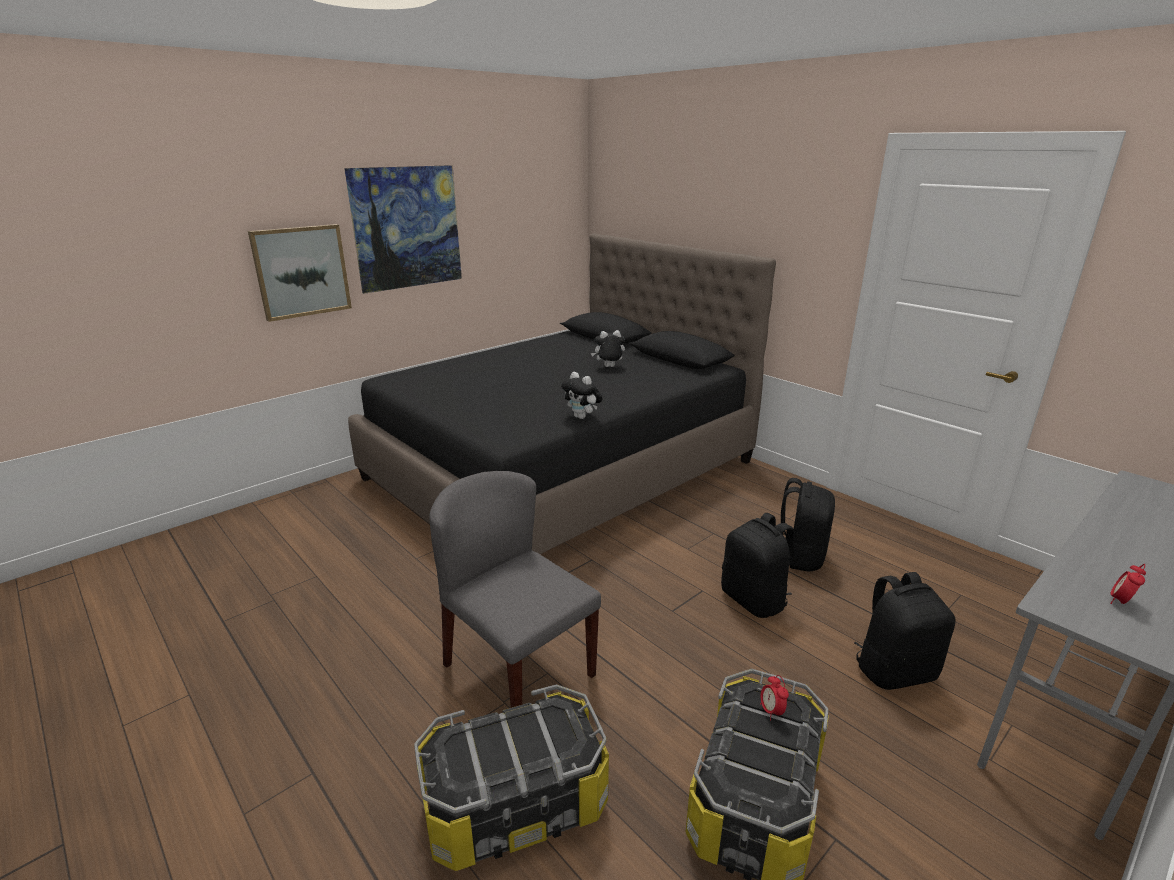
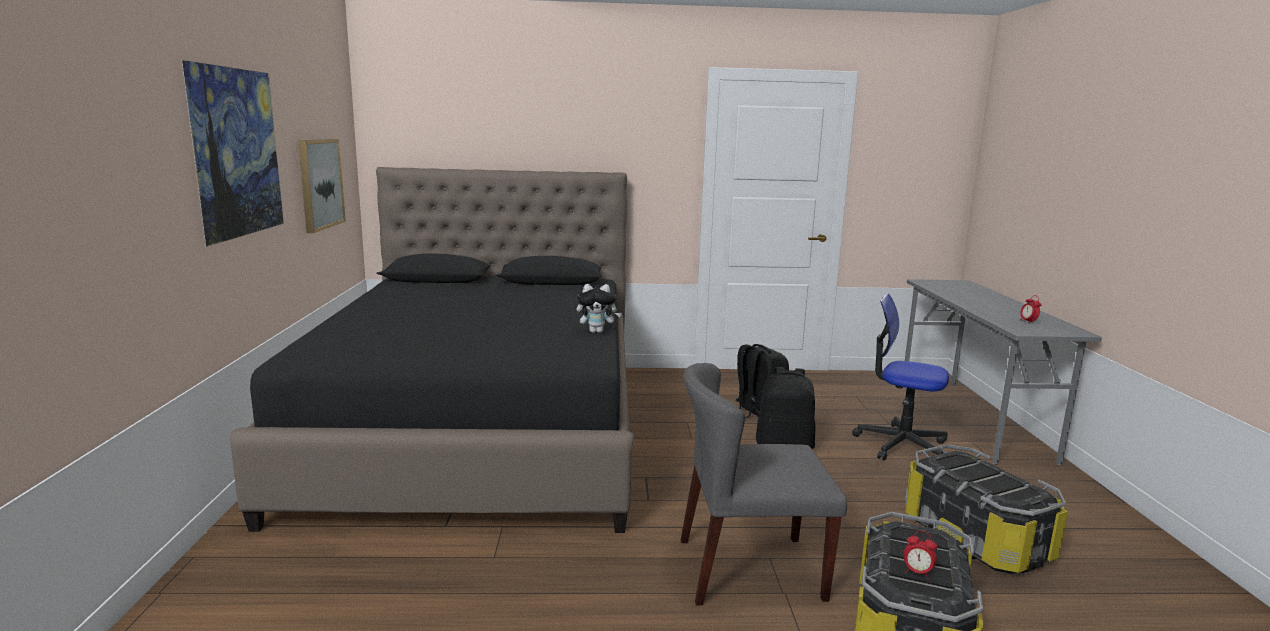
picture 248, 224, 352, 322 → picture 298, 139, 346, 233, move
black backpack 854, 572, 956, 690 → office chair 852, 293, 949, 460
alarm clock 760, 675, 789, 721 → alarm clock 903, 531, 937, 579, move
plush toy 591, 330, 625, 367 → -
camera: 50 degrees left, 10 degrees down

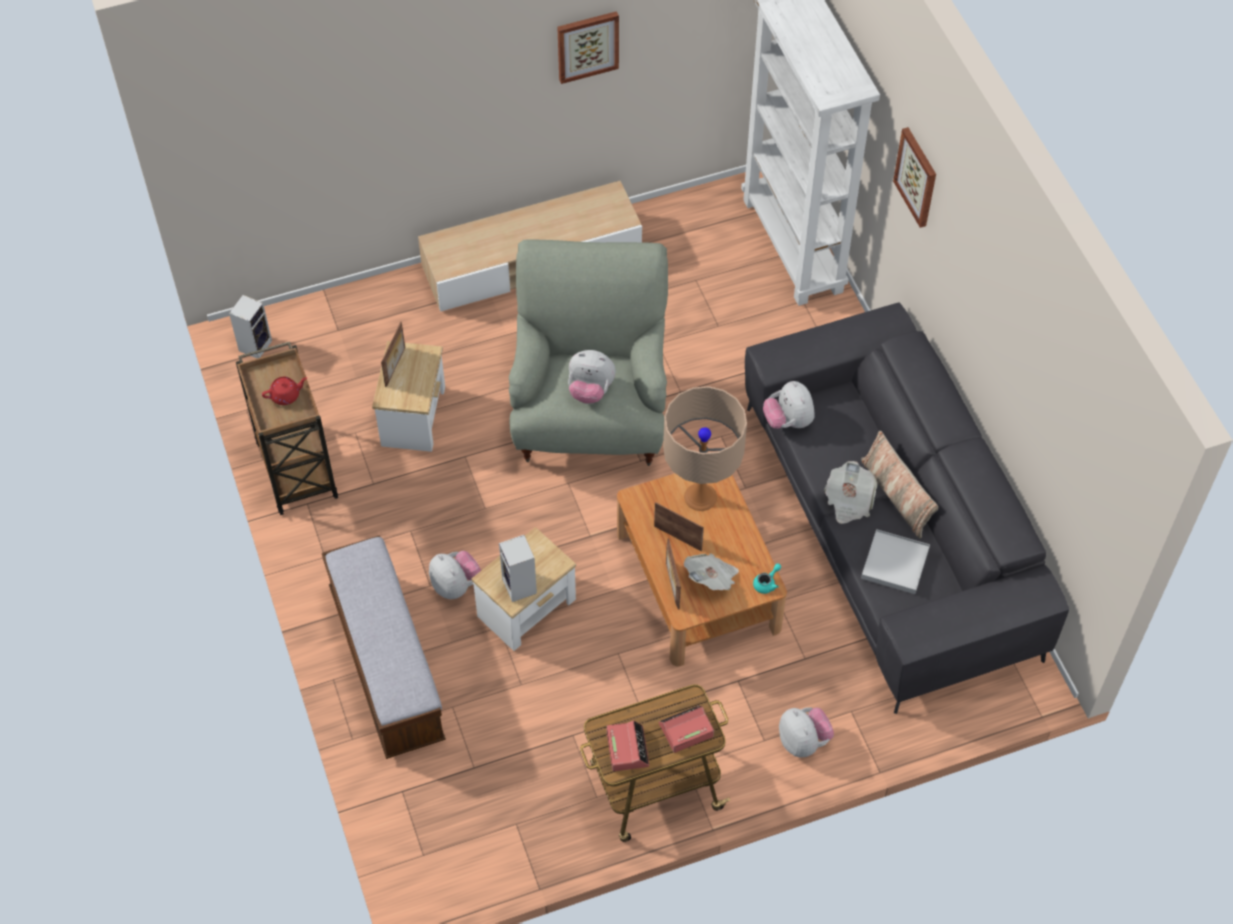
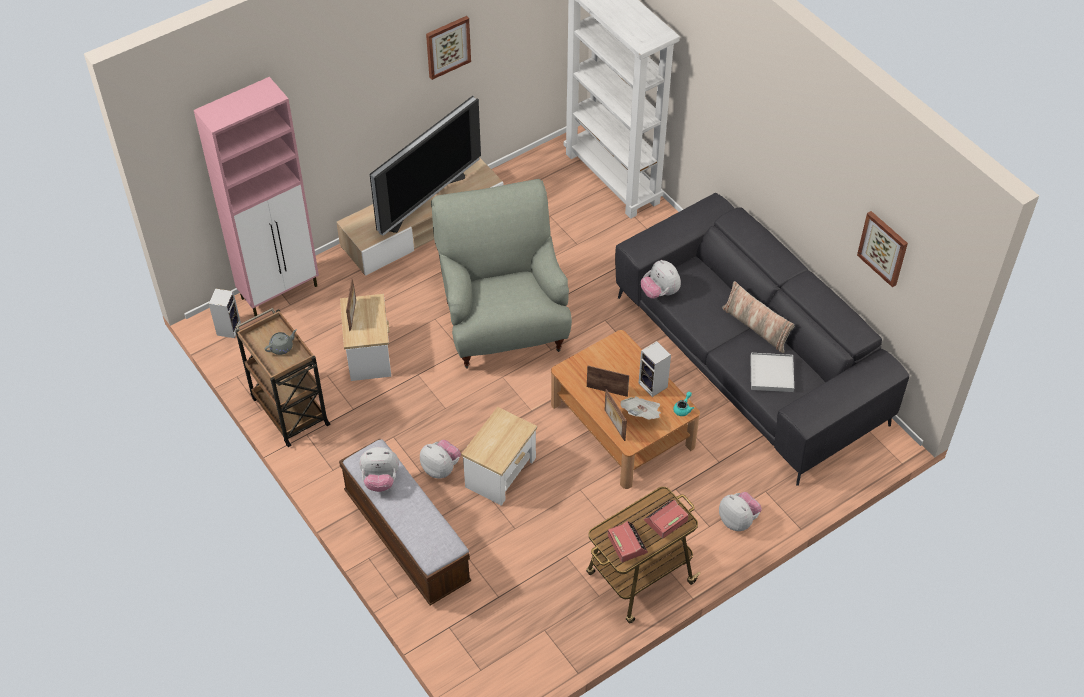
- → pink cabinet 194, 77, 319, 316
red teapot 262, 377, 307, 405 → grey teapot 265, 329, 297, 355
plush toy 568, 350, 616, 404 → plush toy 359, 447, 399, 492, move
- → television 370, 96, 481, 236
speaker 499, 535, 537, 602 → speaker 639, 341, 671, 397, move
picture 893, 127, 936, 228 → picture 857, 211, 908, 287, move
beige table lamp 663, 386, 747, 511 → -
newspaper 824, 461, 877, 524 → -
camera: 15 degrees left, 5 degrees down

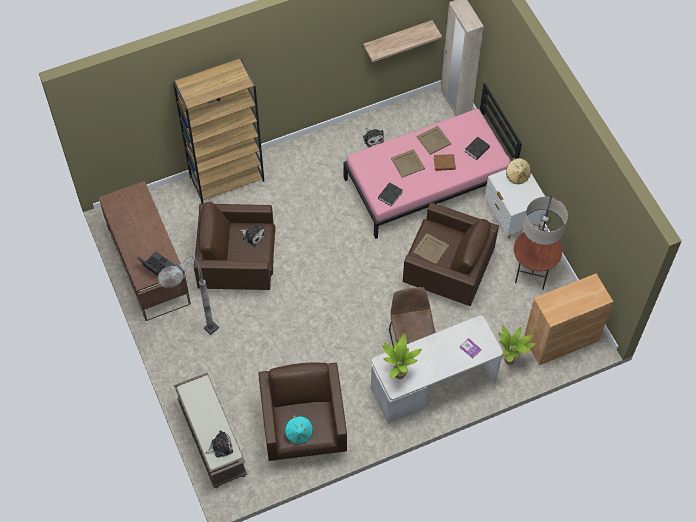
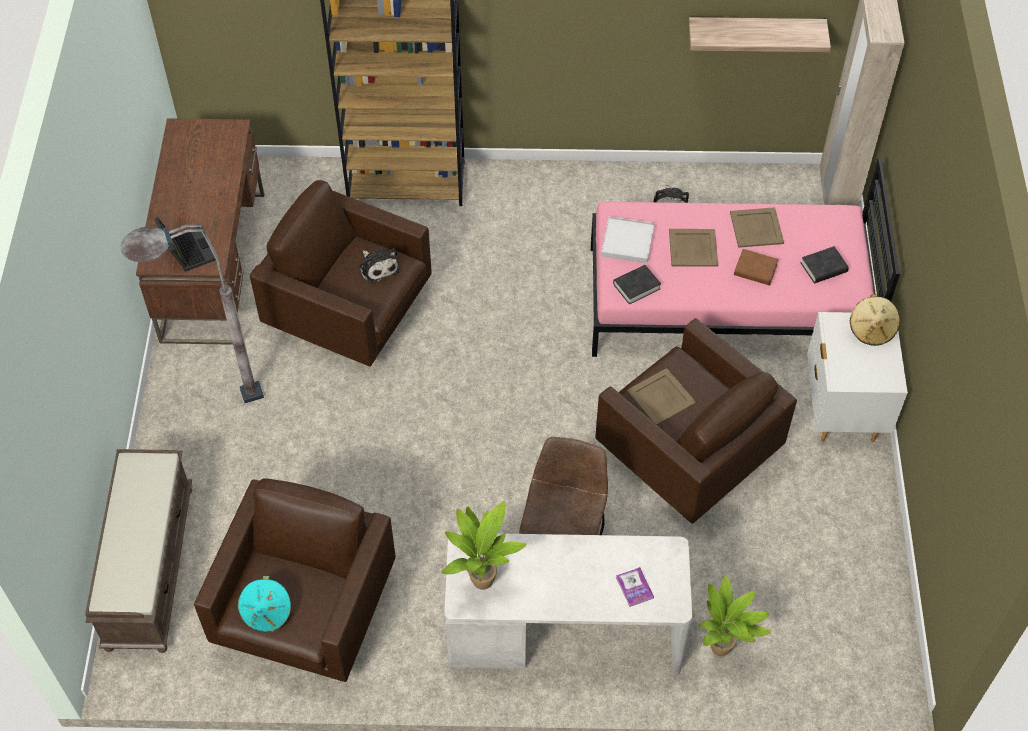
- → white tray 601, 216, 655, 263
plush toy 205, 430, 233, 458 → -
floor lamp 514, 195, 568, 290 → -
brown cabinet 524, 274, 613, 365 → -
camera: 25 degrees right, 5 degrees down

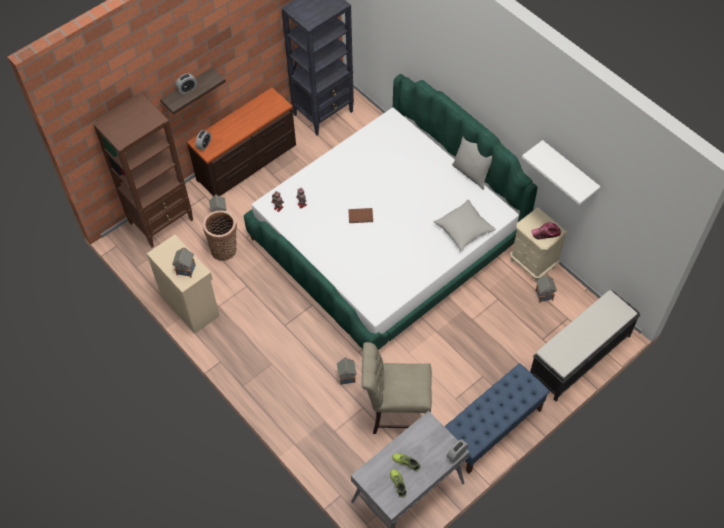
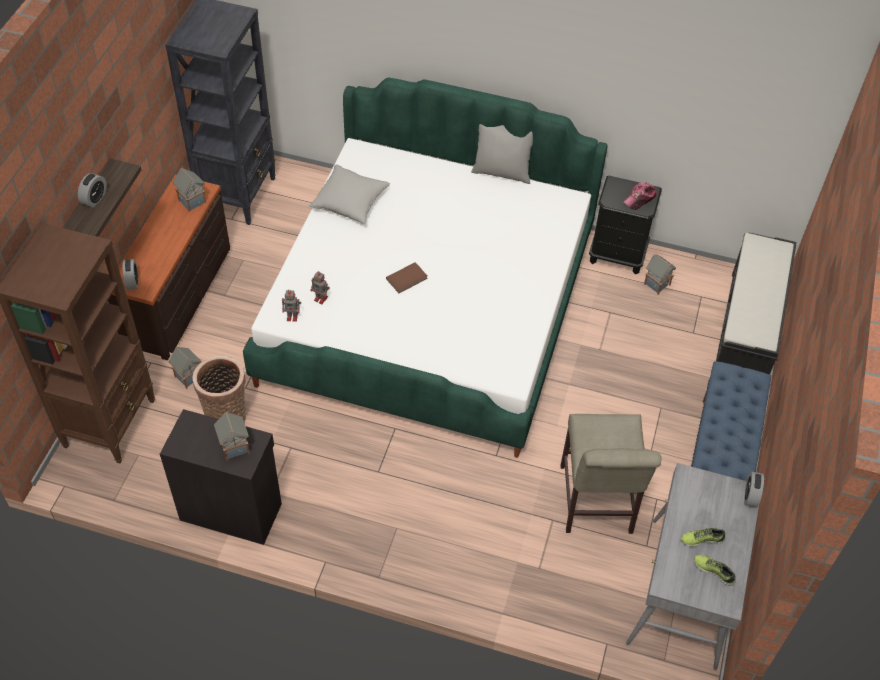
beige cabinet 146, 235, 220, 334 → black cabinet 160, 409, 282, 545
toy house 337, 357, 356, 385 → toy house 173, 167, 206, 212, move
grey pillow 434, 199, 496, 251 → grey pillow 309, 164, 390, 224, move
beige chair 362, 342, 432, 434 → beige chair 560, 414, 661, 534, 60 degrees counterclockwise
beige nightstand 510, 208, 568, 282 → black nightstand 589, 175, 662, 274
white shelf 522, 140, 601, 205 → -
camera: 35 degrees left, 5 degrees down

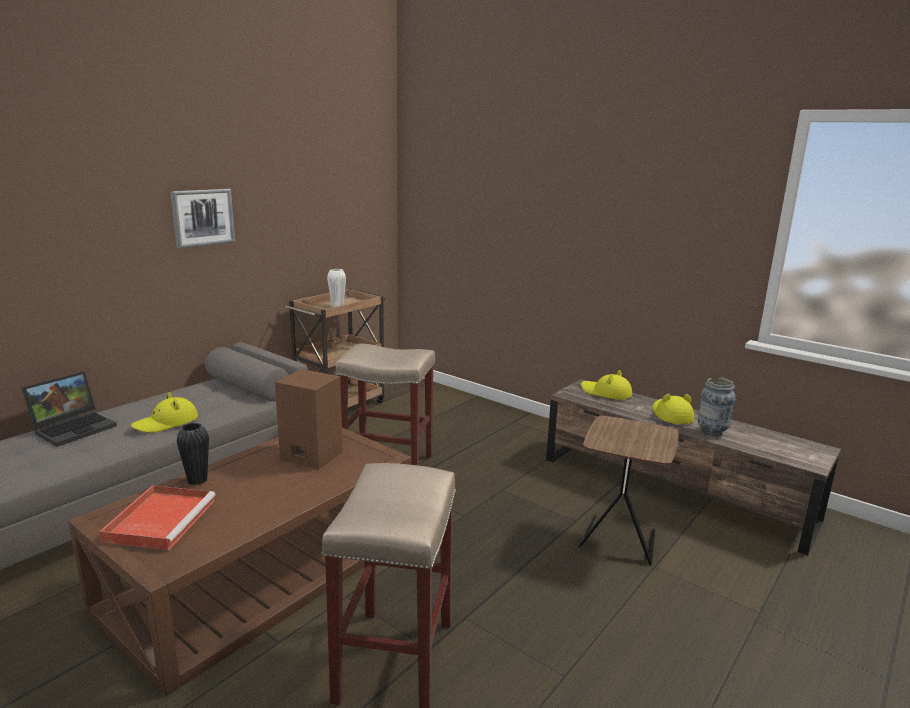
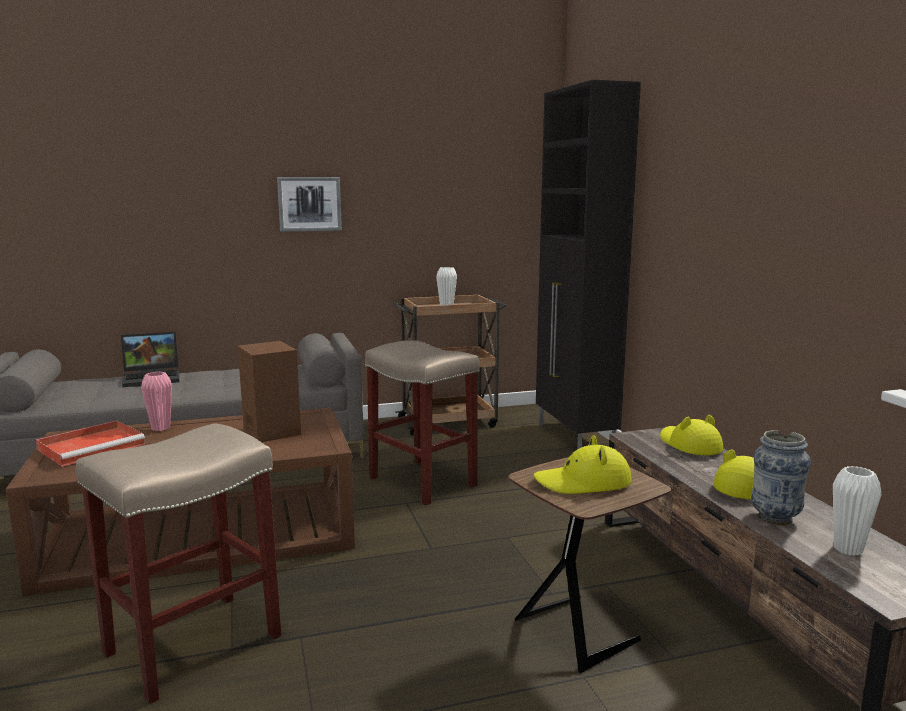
black vase 177, 423, 209, 485 → pink vase 141, 372, 172, 431
yellow hat 131, 392, 198, 433 → yellow hat 534, 435, 632, 494, move
- → black cabinet 536, 80, 641, 450
- → white vase 833, 466, 881, 556
camera: 35 degrees right, 5 degrees down

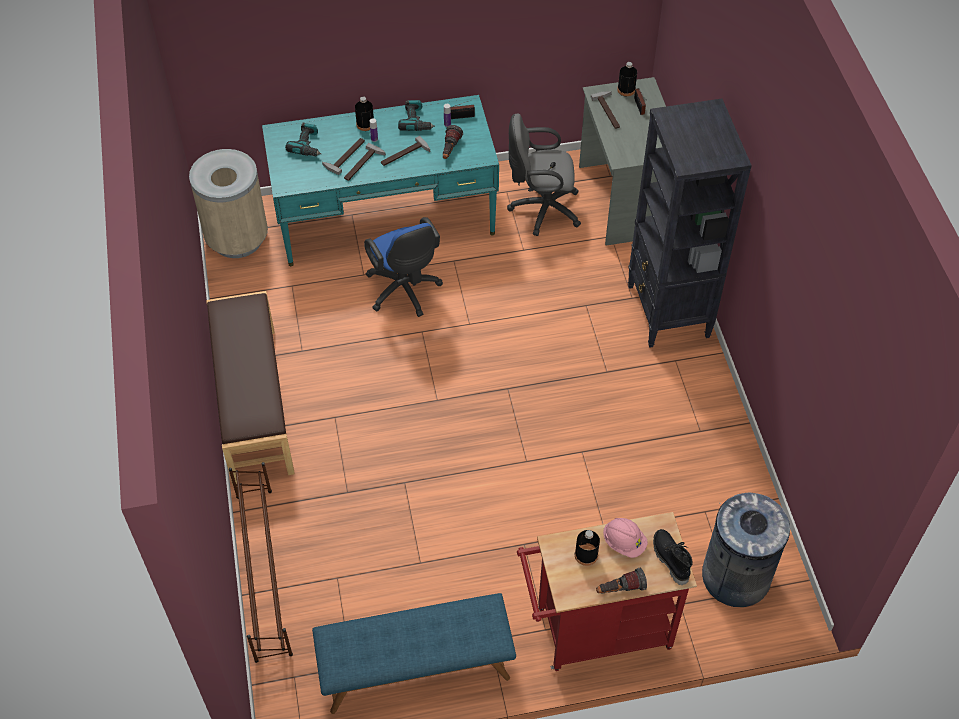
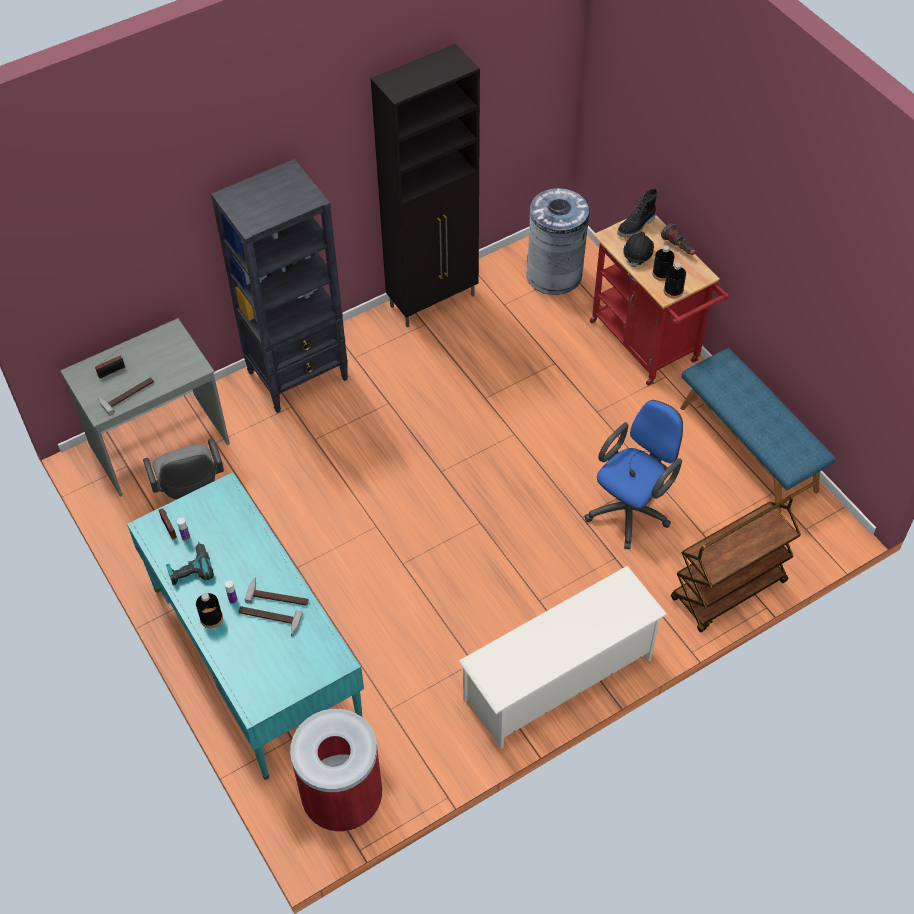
beige trash can 189, 149, 268, 258 → red trash can 290, 709, 382, 832
- → black cabinet 371, 44, 480, 328
brown bench 206, 291, 295, 484 → white shoe rack 459, 566, 667, 749
blue office chair 364, 217, 443, 317 → blue office chair 585, 400, 683, 549, move
pink hard hat 603, 518, 648, 558 → black hard hat 623, 232, 654, 267
black bottle 617, 62, 637, 96 → black bottle 664, 263, 686, 299, move
brown shoe rack 229, 462, 293, 663 → brown cart 671, 497, 801, 632
power drill 285, 123, 322, 156 → -
hammer 381, 136, 430, 166 → -
flashlight 443, 125, 463, 159 → -
camera: 110 degrees left, 0 degrees up

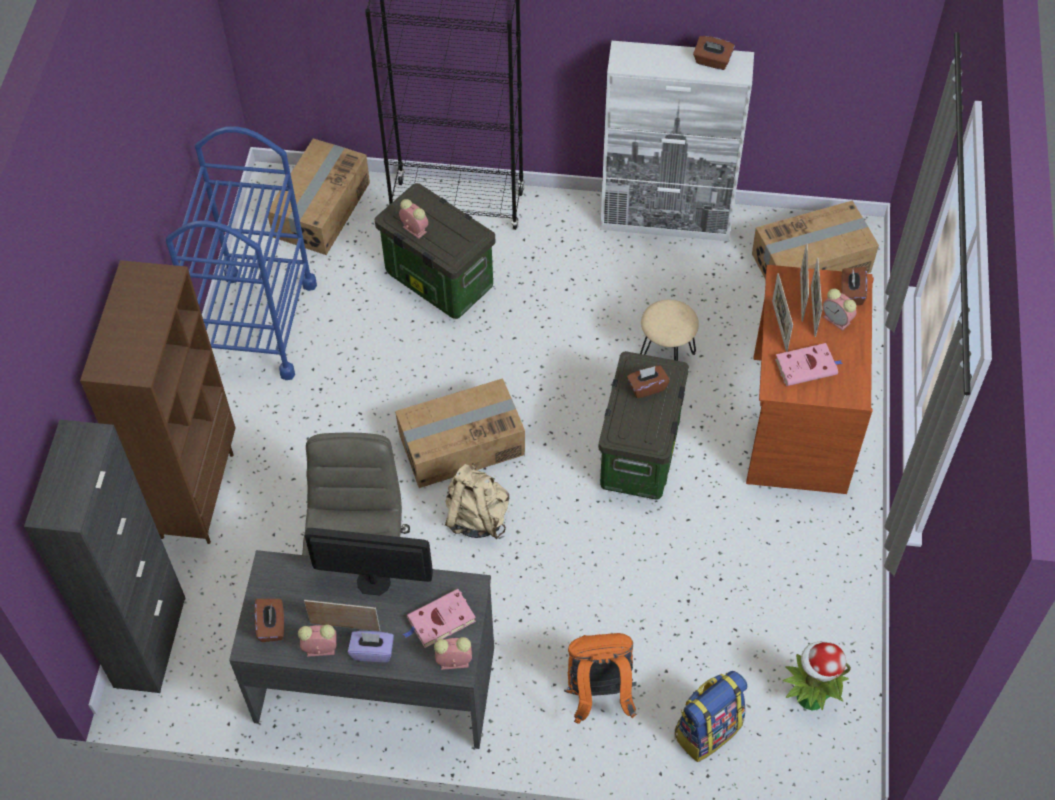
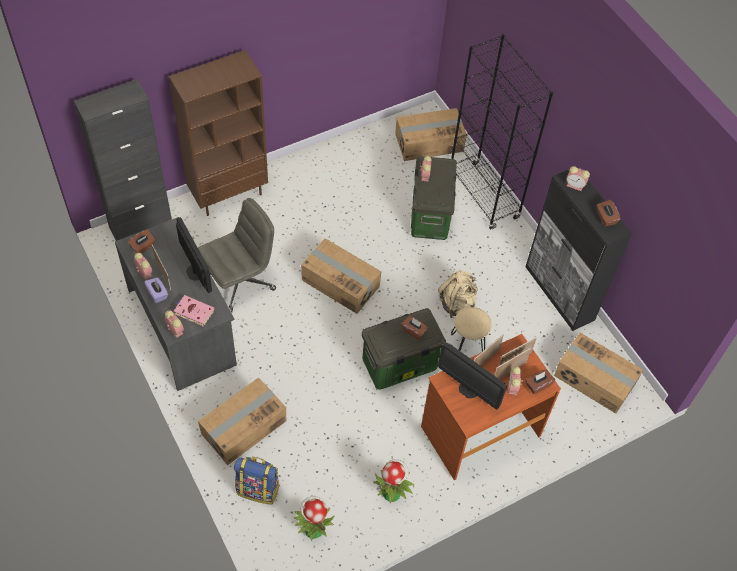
orange backpack 564, 633, 637, 724 → cardboard box 198, 377, 286, 465
- → potted plant 373, 459, 414, 503
beige backpack 445, 463, 509, 539 → beige backpack 438, 270, 478, 318, move
pink book 775, 343, 843, 386 → monitor 438, 342, 507, 409
white cabinet 600, 41, 754, 241 → black cabinet 525, 166, 632, 331
- → alarm clock 567, 166, 590, 191
blue cart 166, 126, 317, 380 → -
camera: 50 degrees right, 0 degrees up

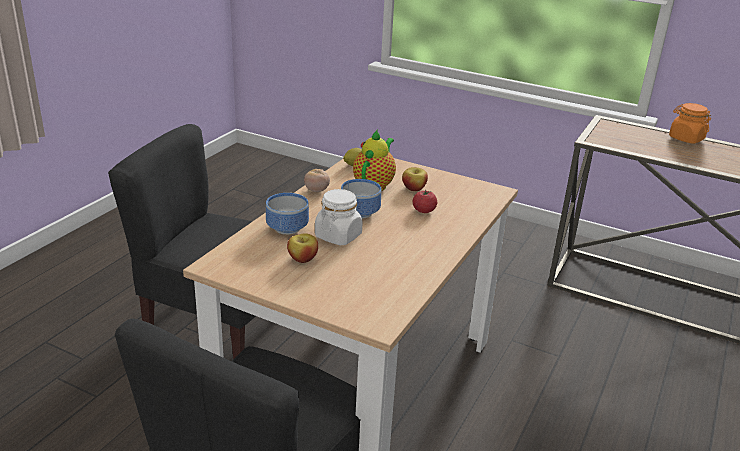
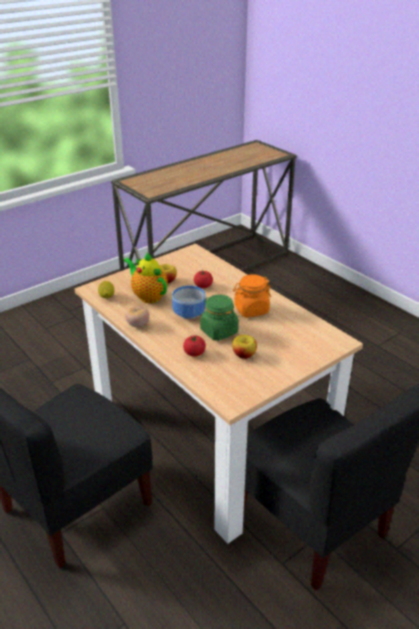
bowl 266, 193, 309, 235 → tomato 183, 335, 206, 357
white jar 315, 189, 363, 245 → green jar 200, 294, 239, 341
orange jar 669, 103, 711, 144 → orange jar 233, 274, 271, 318, move
camera: 65 degrees left, 5 degrees up

